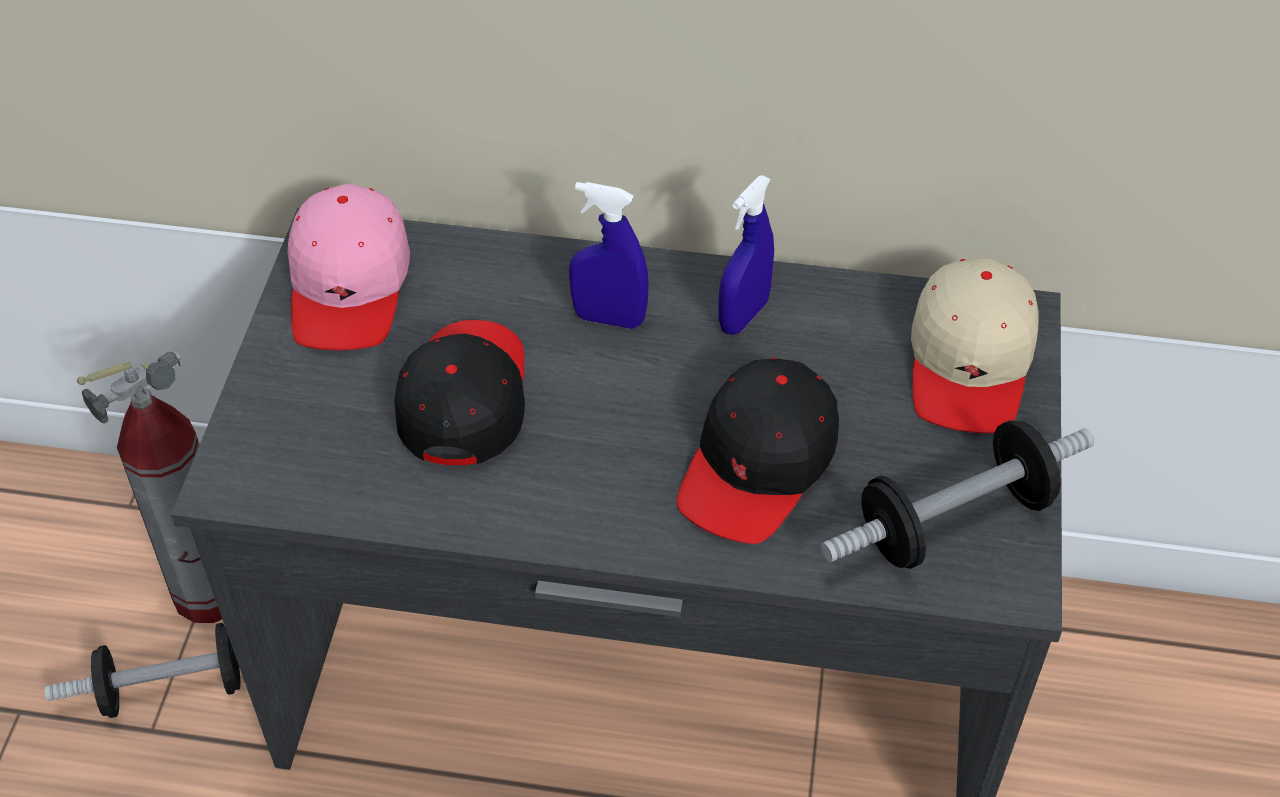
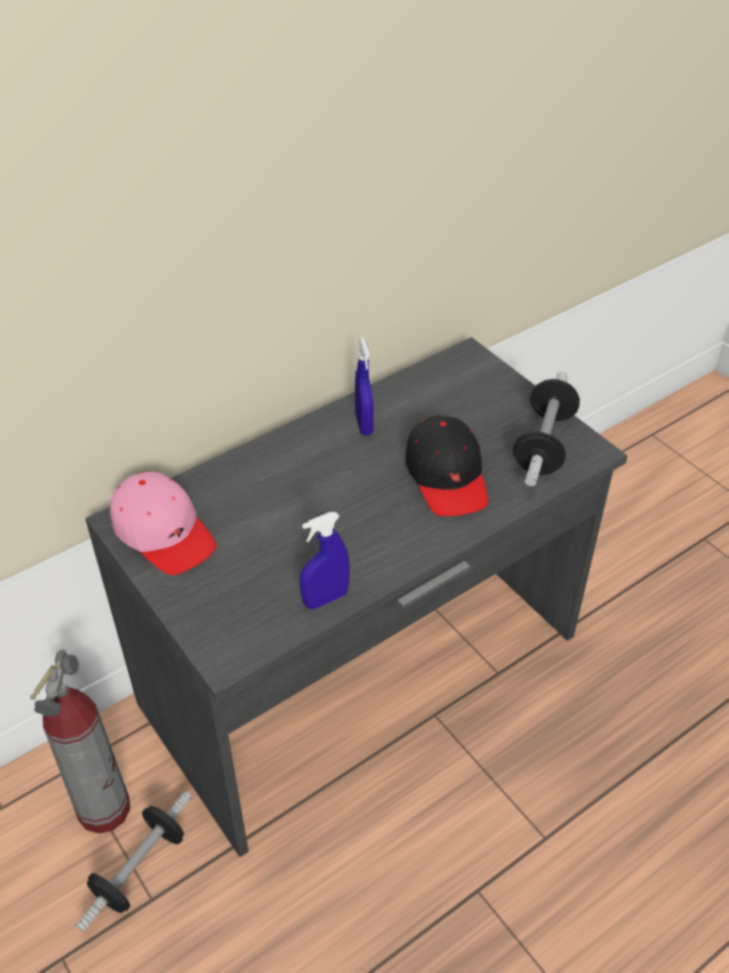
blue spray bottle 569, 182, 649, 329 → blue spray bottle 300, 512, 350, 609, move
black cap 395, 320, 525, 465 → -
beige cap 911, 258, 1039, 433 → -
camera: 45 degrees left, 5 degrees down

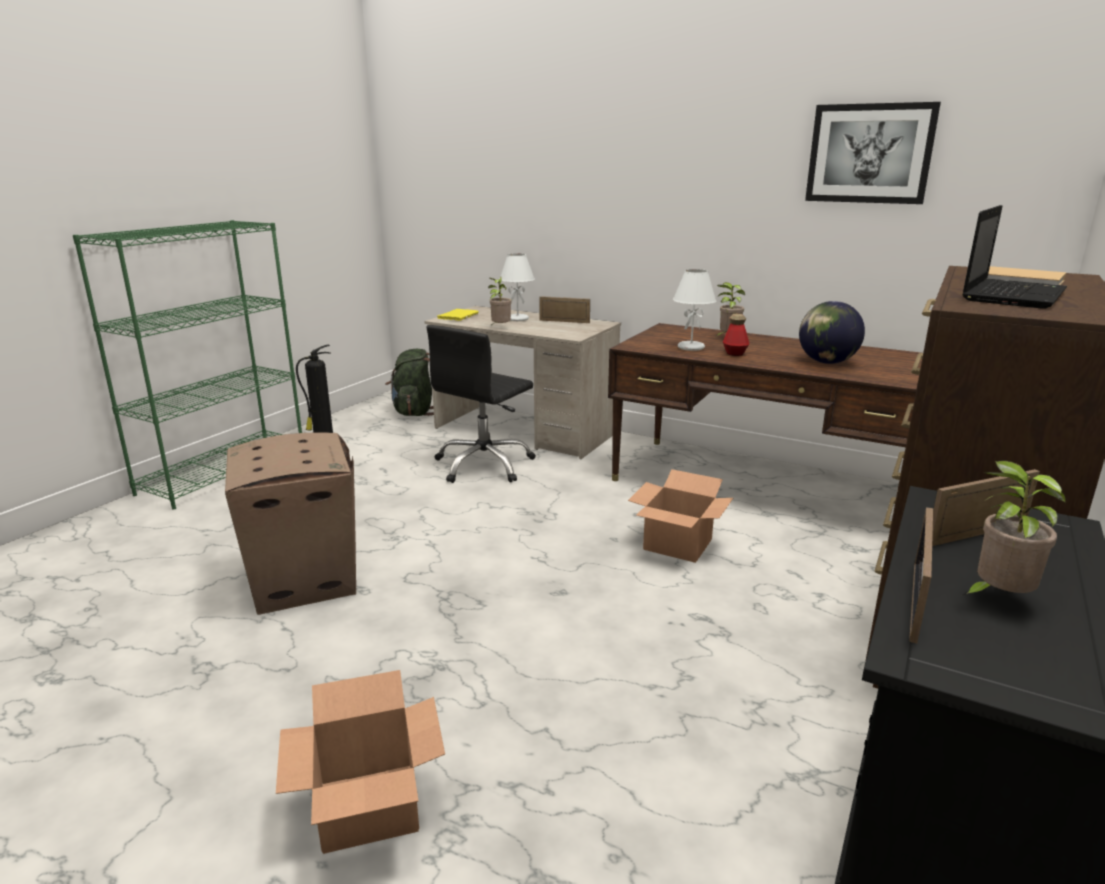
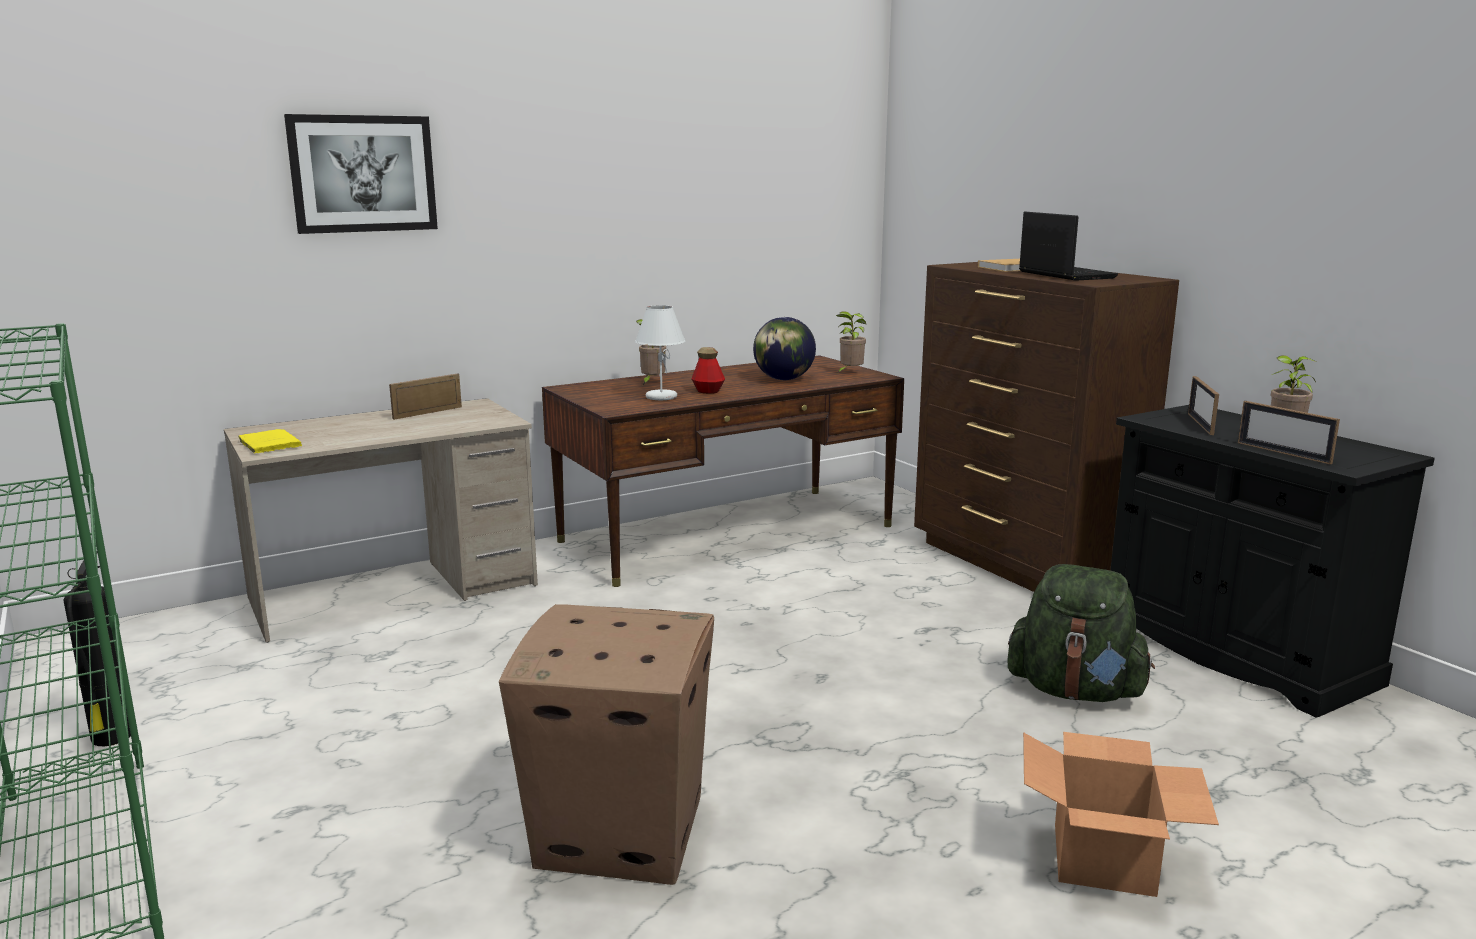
picture 805, 102, 941, 204 → picture 284, 114, 438, 234, move
potted plant 488, 277, 512, 326 → potted plant 836, 311, 866, 373, move
green backpack 385, 349, 434, 416 → green backpack 1007, 564, 1155, 702, move
black office chair 427, 325, 536, 483 → -
white table lamp 500, 253, 535, 321 → -
cardboard box 628, 469, 733, 563 → -
camera: 60 degrees left, 5 degrees down

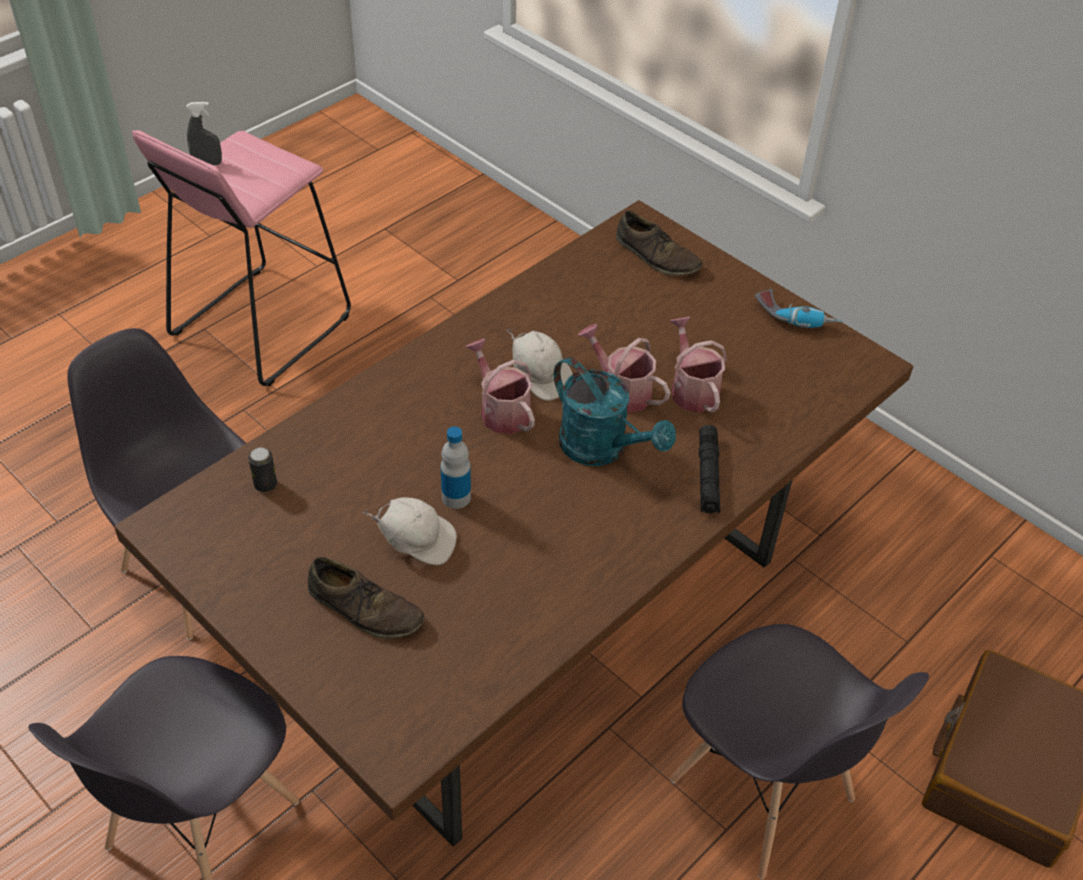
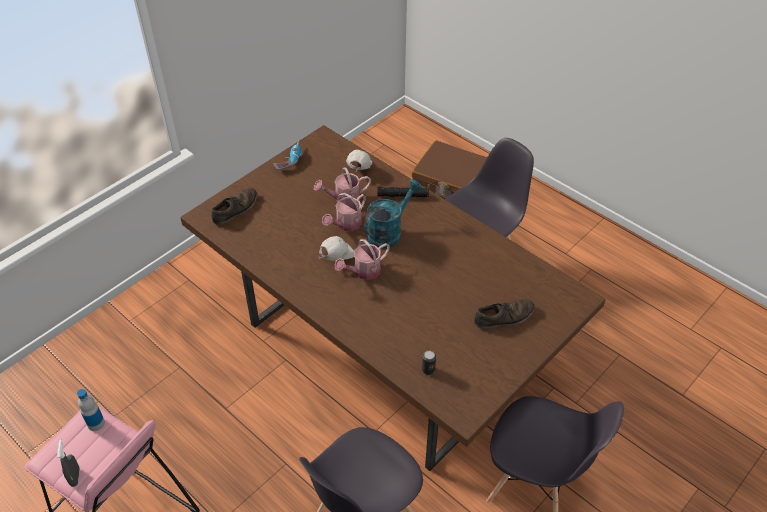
bottle 441, 427, 471, 509 → bottle 77, 389, 105, 431, move
white cap 363, 497, 457, 565 → white cap 346, 150, 372, 172, move
brown shoe 308, 557, 425, 638 → brown shoe 474, 299, 535, 329, 45 degrees clockwise
camera: 90 degrees left, 0 degrees up

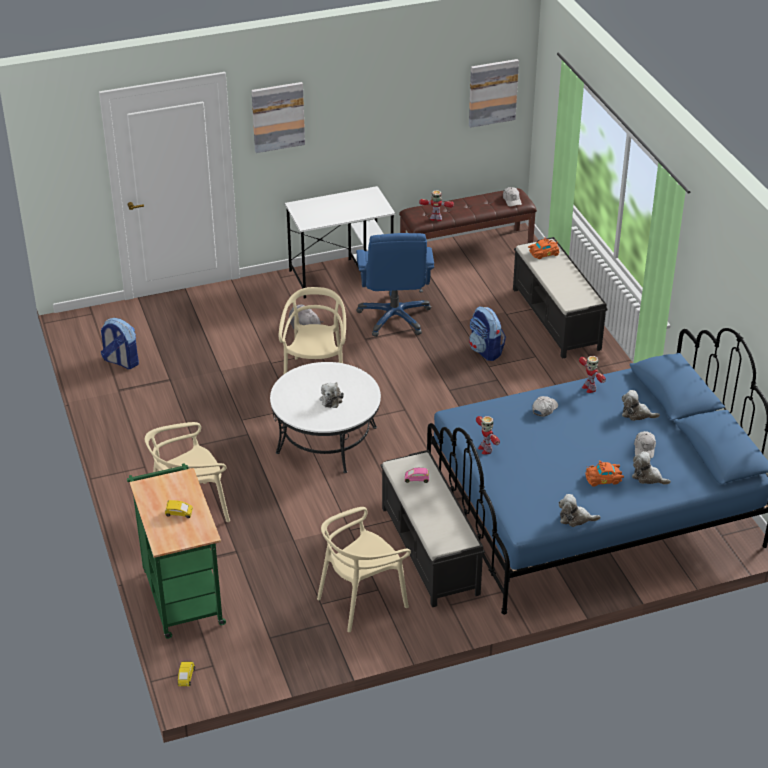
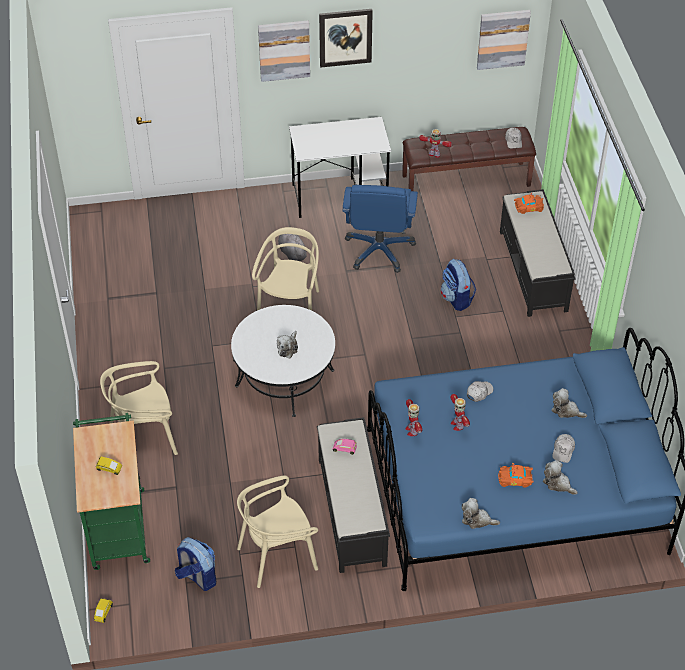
backpack 101, 318, 139, 369 → backpack 175, 537, 216, 591, move
- → picture 319, 9, 373, 68
toy robot 579, 356, 606, 393 → toy robot 450, 394, 470, 431, move
camera: 10 degrees right, 10 degrees up

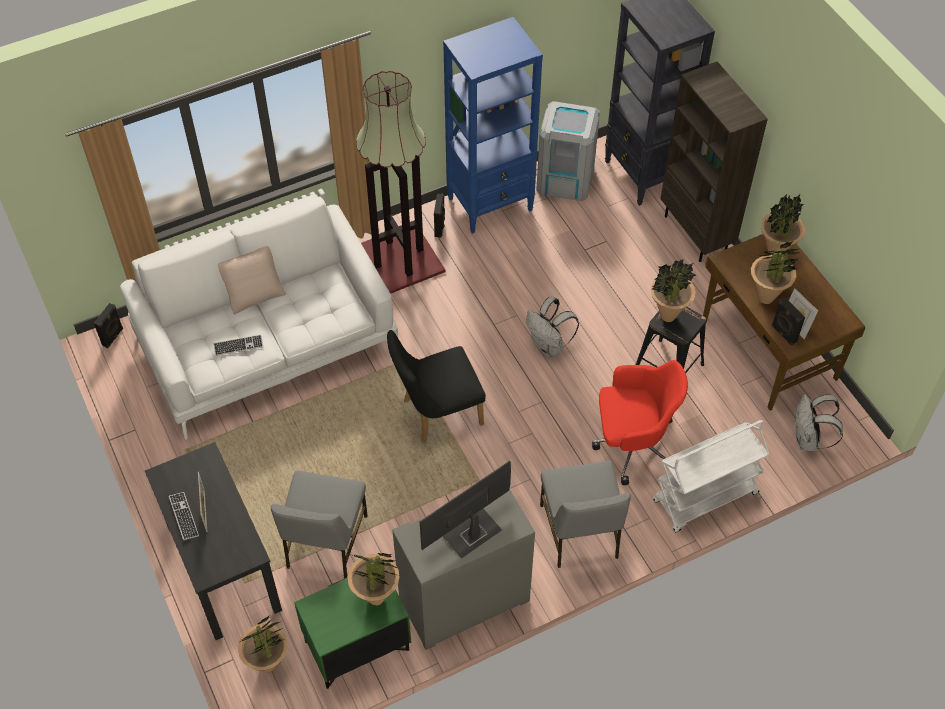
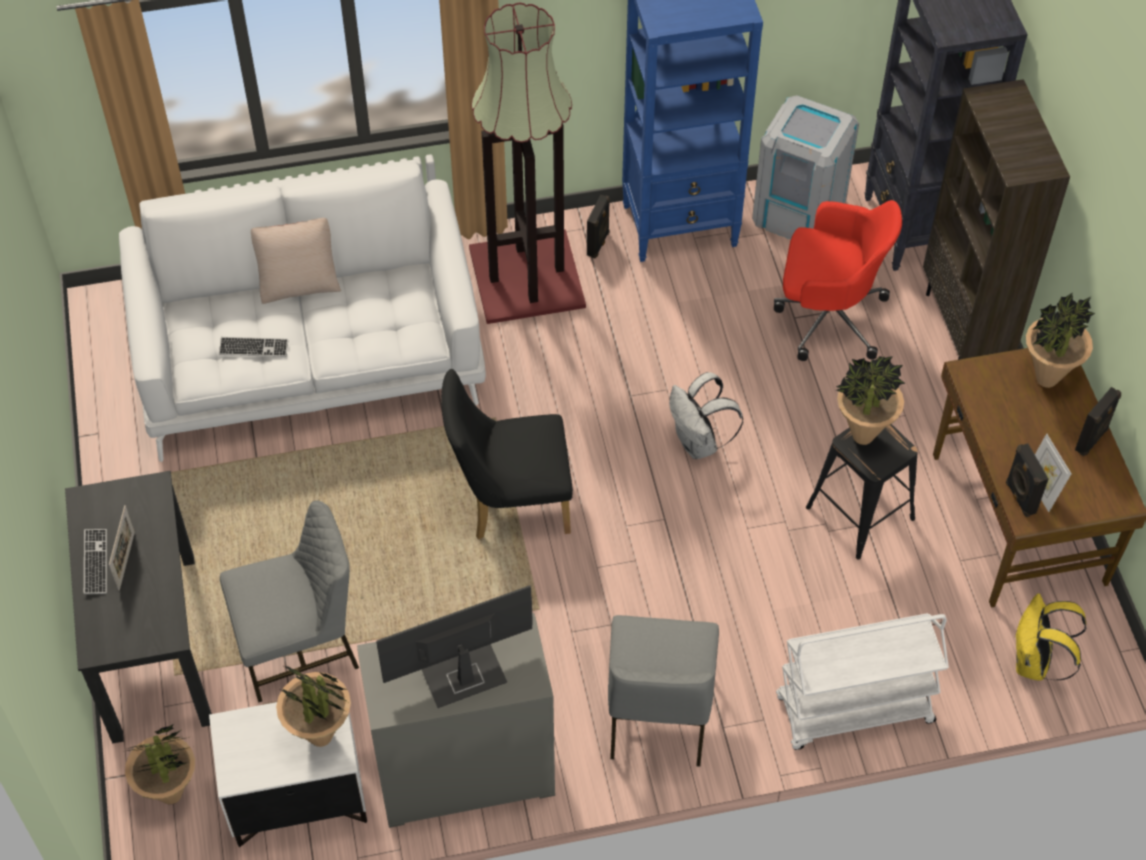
green nightstand 294, 578, 411, 689 → white nightstand 209, 701, 367, 847
grey chair 271, 471, 368, 578 → grey chair 220, 500, 359, 703, 135 degrees counterclockwise
red office chair 592, 360, 688, 485 → red office chair 774, 200, 902, 361, move
white backpack 795, 394, 843, 451 → yellow backpack 1014, 593, 1087, 681
black speaker 94, 303, 123, 348 → black speaker 1075, 387, 1121, 456, move
potted plant 751, 242, 799, 304 → -
camera: 15 degrees right, 0 degrees up

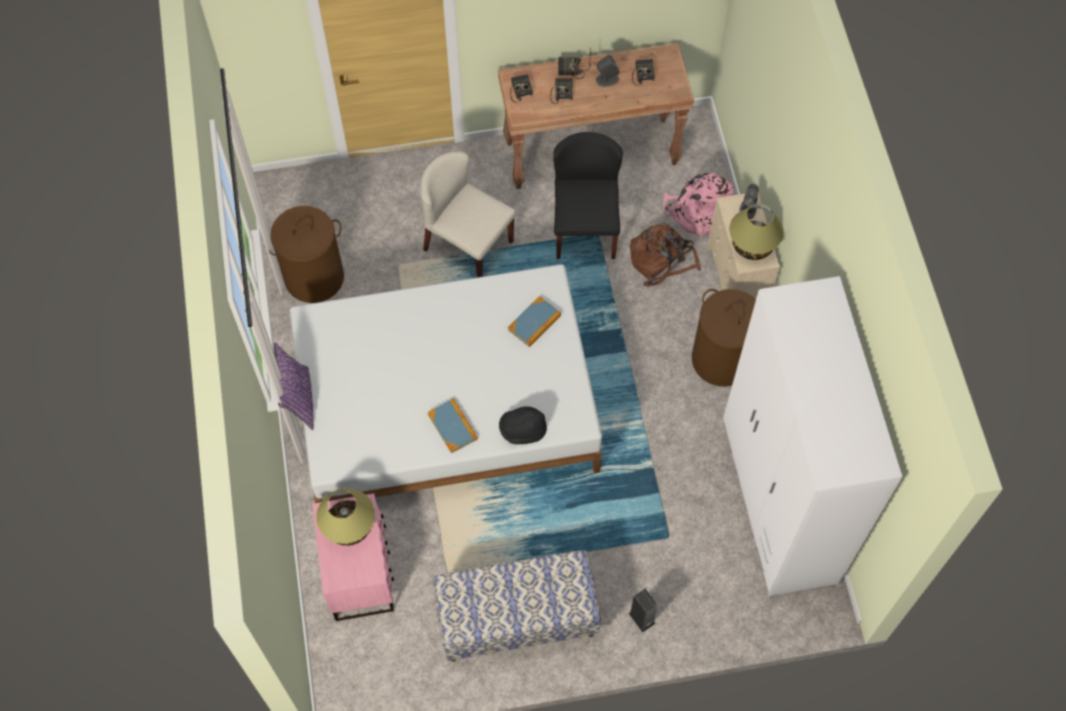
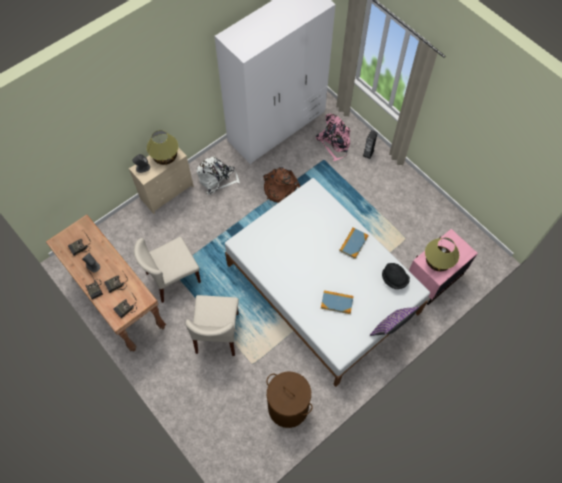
black chair 553, 132, 623, 259 → beige chair 134, 237, 201, 303
brown laundry basket 692, 289, 756, 387 → white backpack 197, 156, 240, 194
brown backpack 630, 223, 701, 287 → brown backpack 263, 167, 300, 203, move
pink backpack 663, 173, 734, 237 → pink backpack 316, 114, 350, 161, move
book 508, 296, 561, 347 → book 321, 290, 354, 314, move
black hat 499, 406, 547, 445 → black hat 382, 263, 410, 289, move
bench 433, 550, 601, 661 → -
camera: 120 degrees left, 0 degrees up

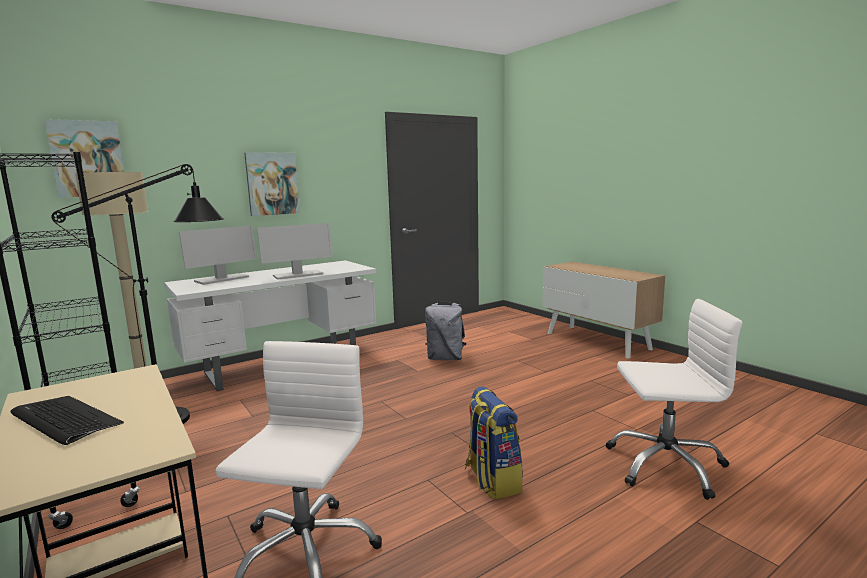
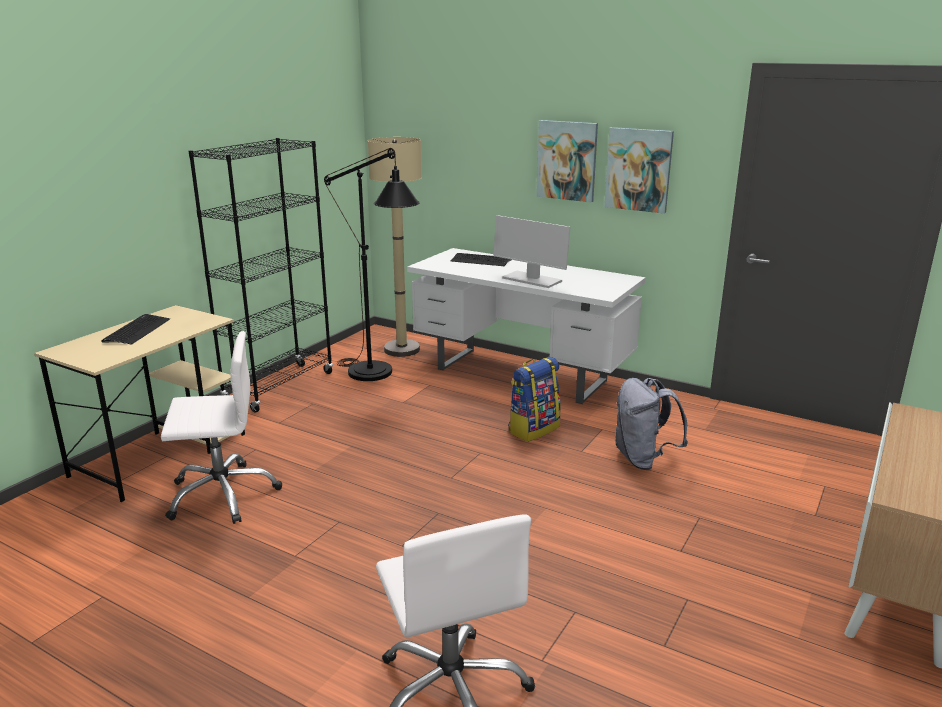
monitor 179, 225, 257, 285 → keyboard 451, 253, 511, 266
backpack 465, 386, 523, 500 → backpack 508, 357, 561, 442, move
picture 44, 119, 124, 198 → picture 604, 127, 674, 214, move
camera: 65 degrees right, 10 degrees up

